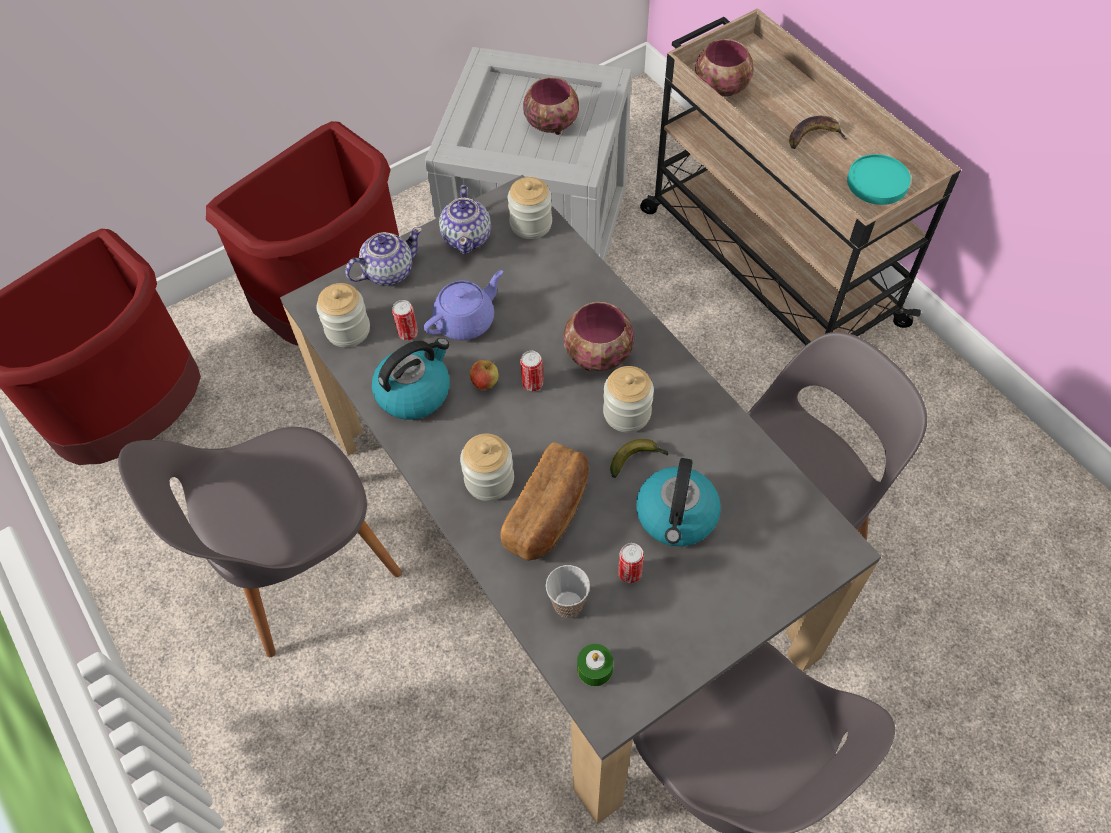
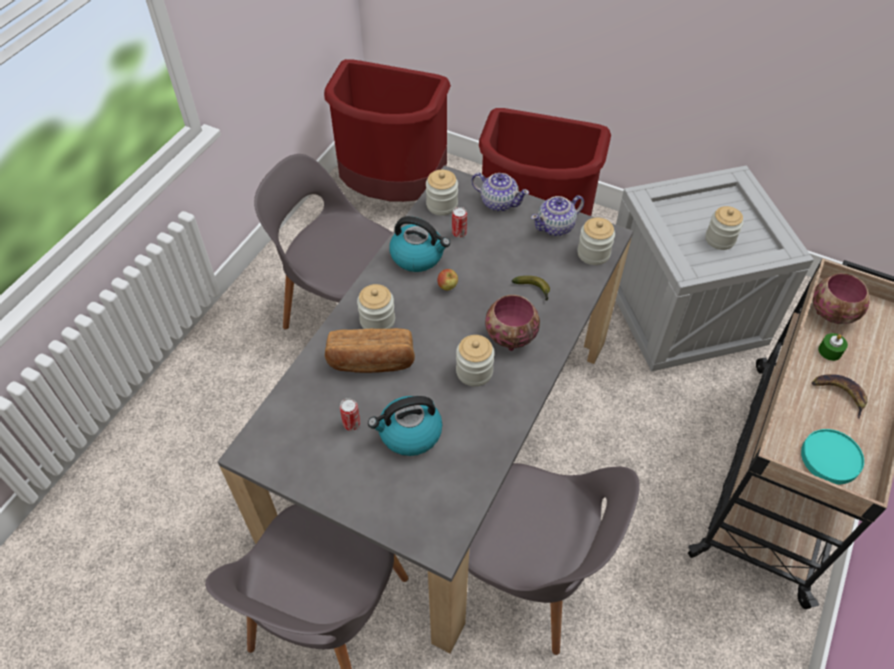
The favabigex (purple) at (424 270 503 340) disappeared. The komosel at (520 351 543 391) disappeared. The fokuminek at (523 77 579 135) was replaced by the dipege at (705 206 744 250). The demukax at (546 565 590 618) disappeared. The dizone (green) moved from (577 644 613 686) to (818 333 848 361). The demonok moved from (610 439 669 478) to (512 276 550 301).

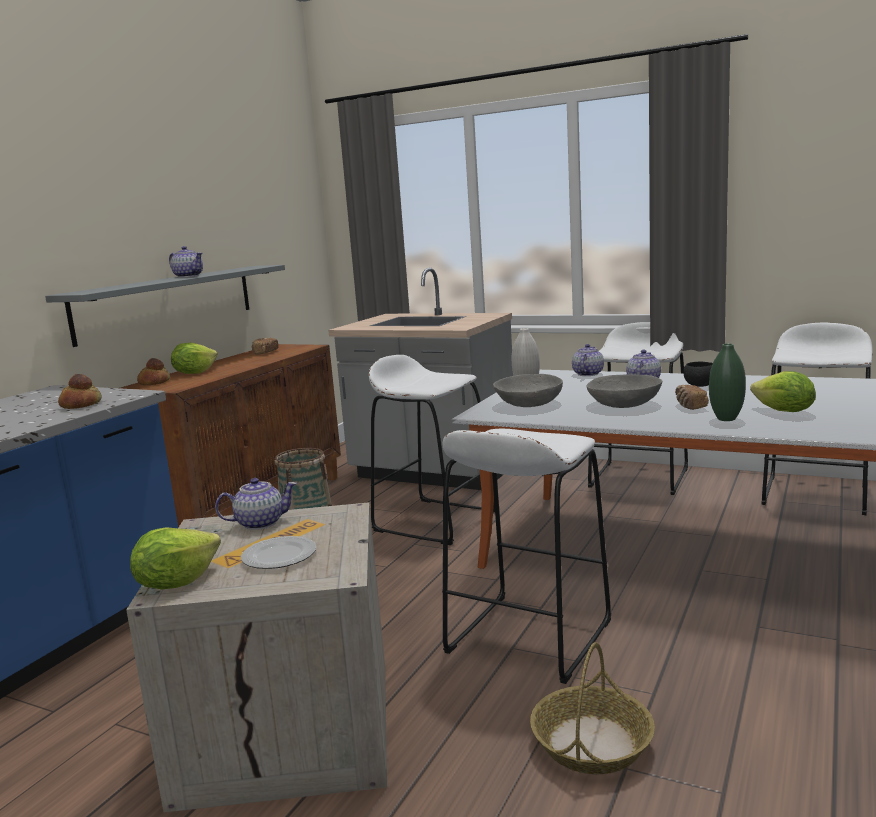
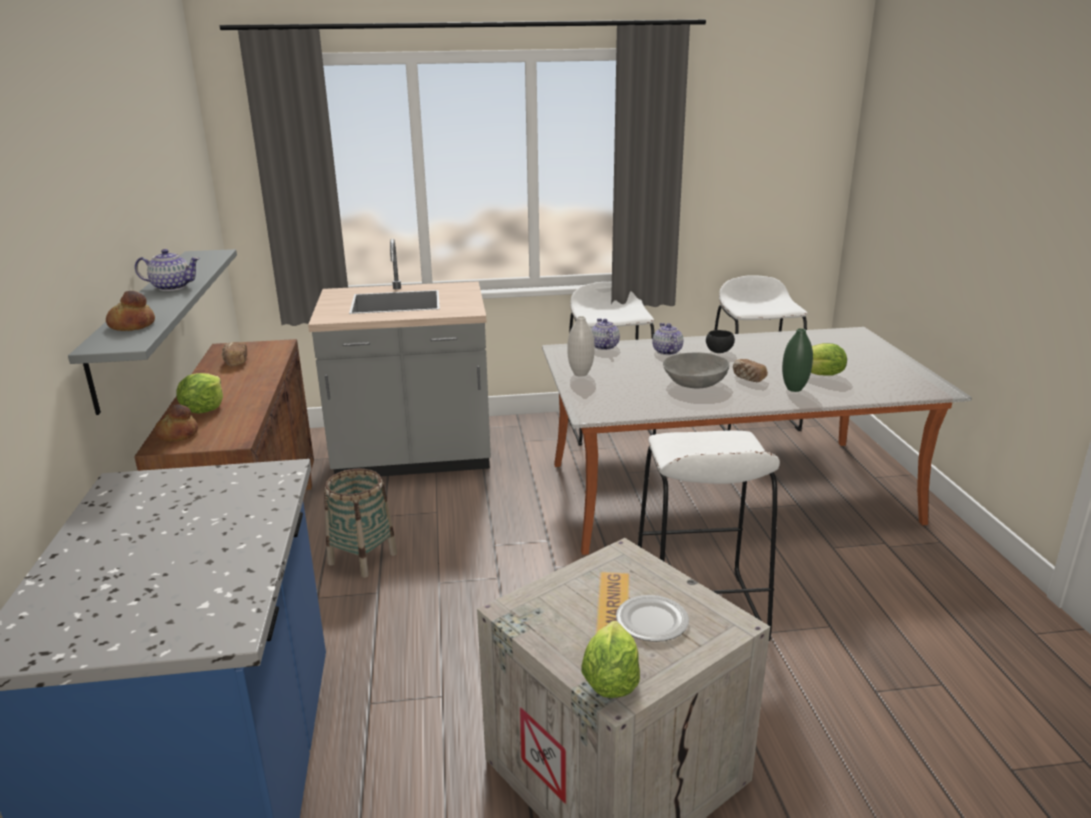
The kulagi moved from (58 374 102 409) to (106 291 155 331). The favabigex at (215 478 297 530) disappeared. The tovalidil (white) at (369 355 495 545) disappeared. The fokuminek (grey) at (493 374 563 407) disappeared. The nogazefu at (530 642 655 774) disappeared.

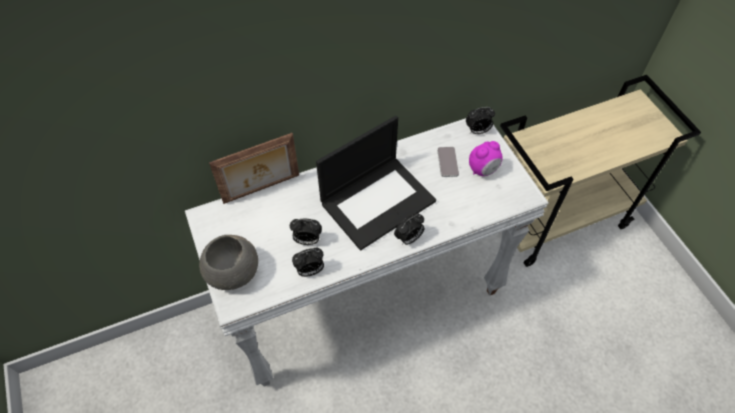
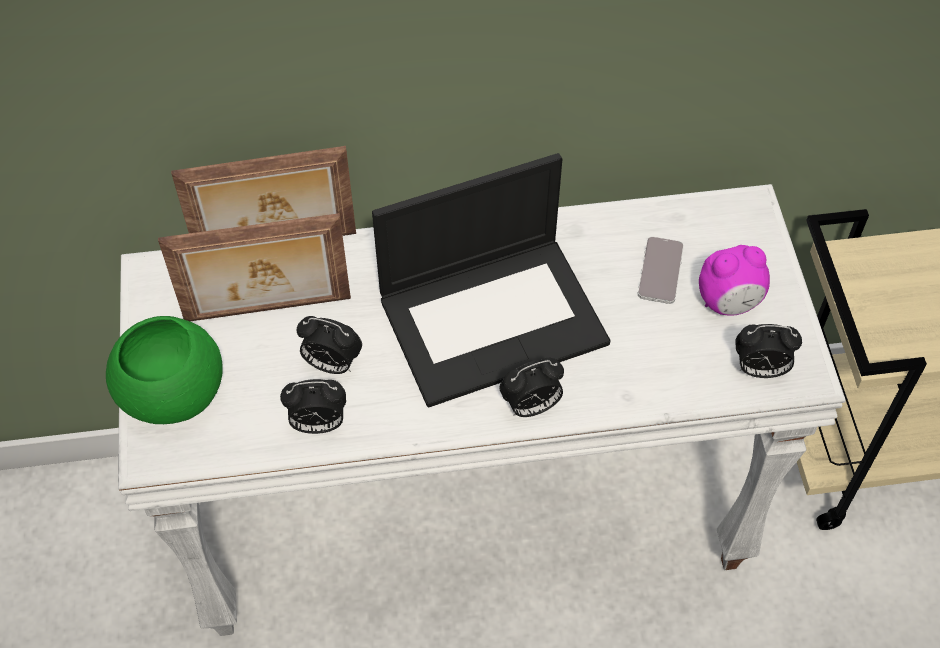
The fokuminek (grey) at (199 235 258 290) became the fokuminek (green) at (106 316 223 424). The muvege moved from (466 107 495 134) to (735 324 802 378). The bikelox at (158 213 351 321) appeared.

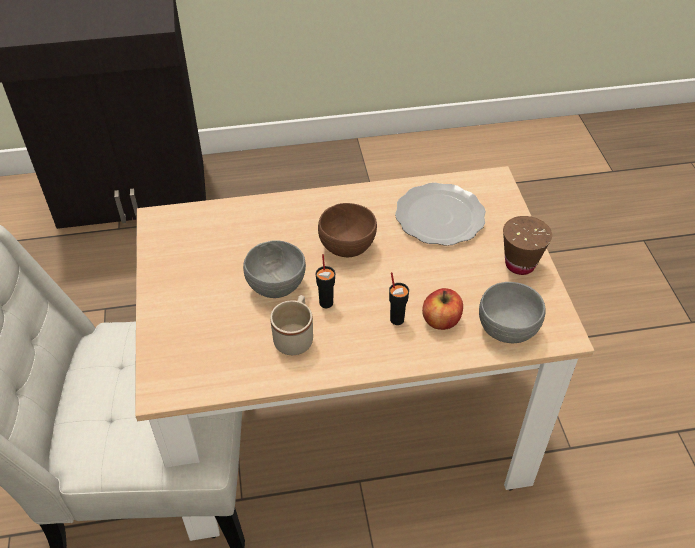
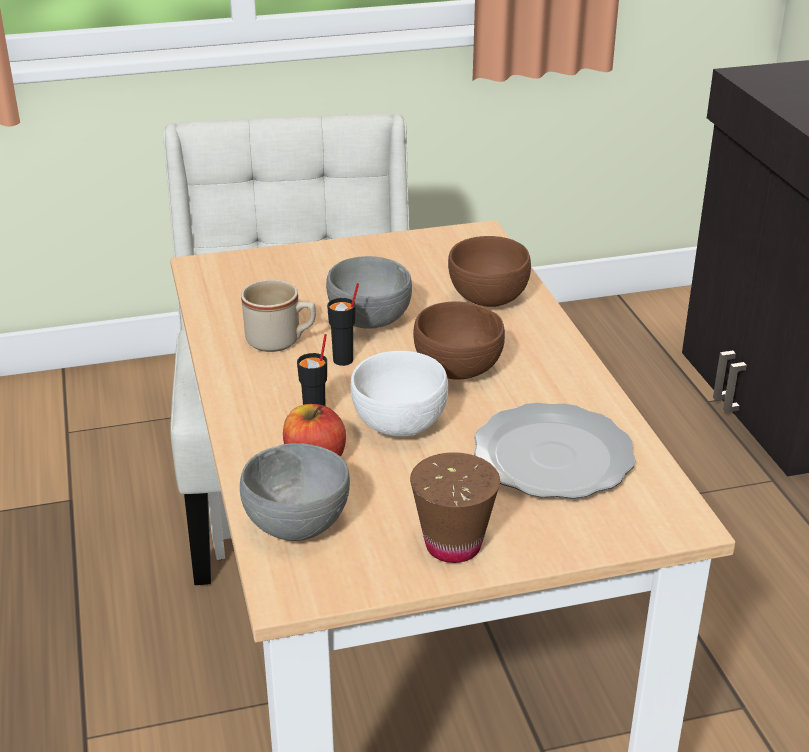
The fokuminek (white) at (351 351 448 437) appeared. The fokuminek (brown) at (448 236 531 307) appeared.

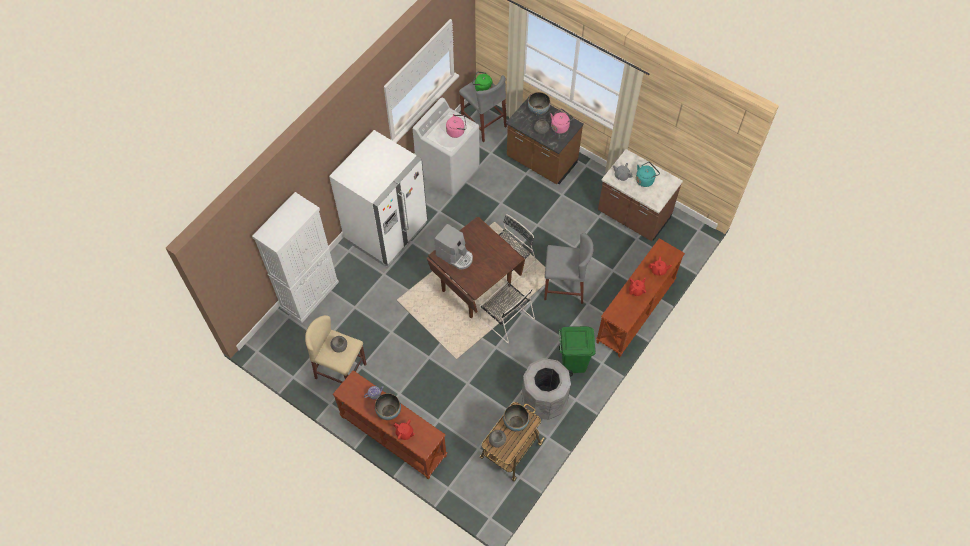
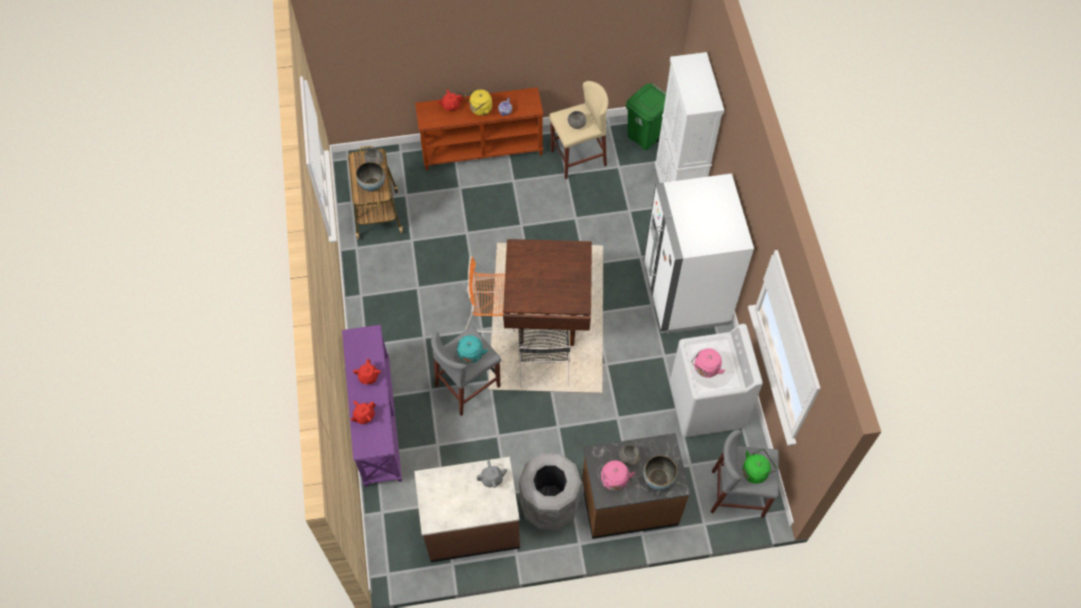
The fokuminek at (375 393 401 420) was replaced by the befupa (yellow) at (465 89 492 116). The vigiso at (434 224 473 270) disappeared. The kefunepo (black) at (479 281 535 344) became the kefunepo (orange) at (465 256 514 332). The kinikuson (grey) moved from (522 358 571 420) to (519 453 581 530). The kinikuson (green) moved from (559 326 596 377) to (626 83 666 150). The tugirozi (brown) at (596 238 685 357) became the tugirozi (purple) at (342 325 402 487). The befupa (turquoise) moved from (636 162 660 187) to (455 335 488 363).

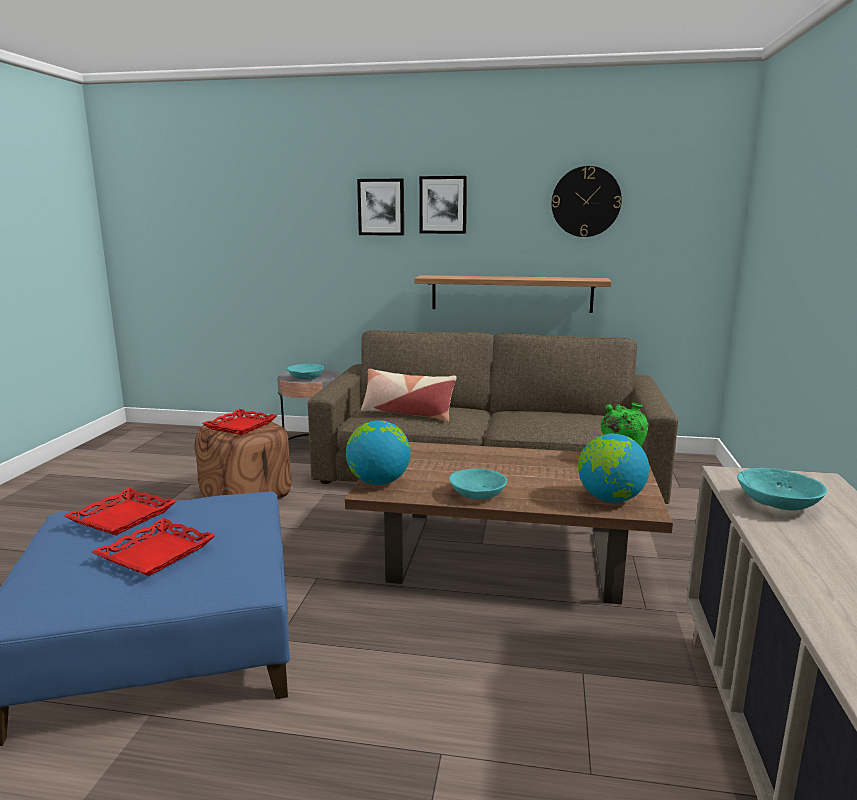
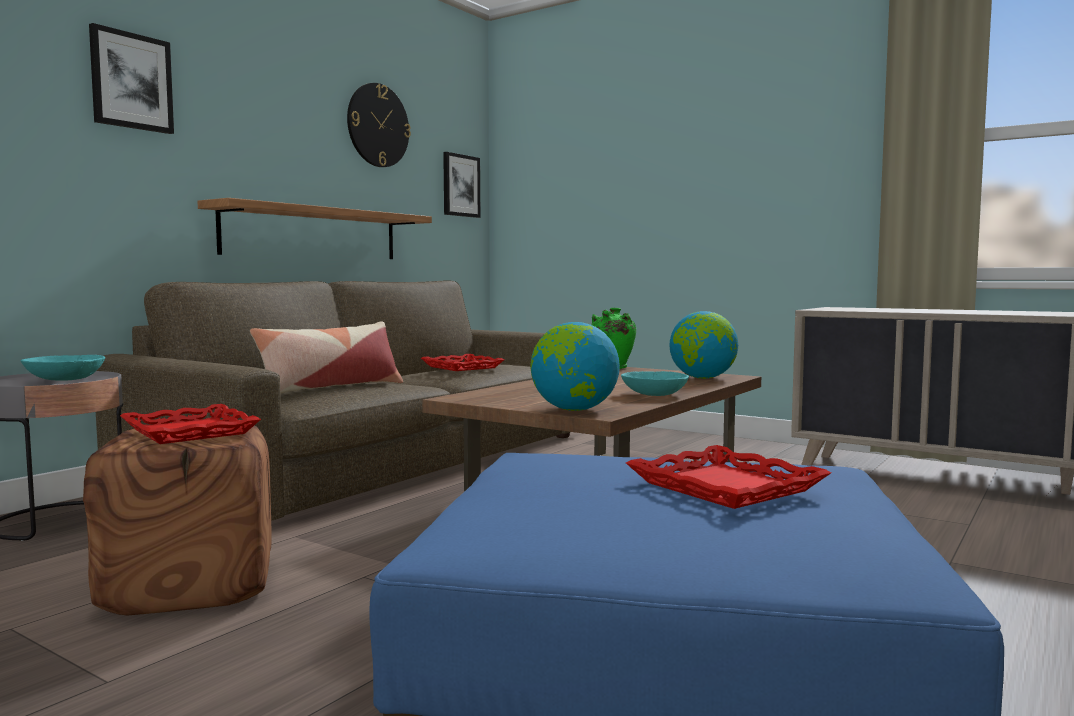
The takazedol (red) moved from (64 488 176 535) to (421 354 504 371). The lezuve moved from (419 176 467 234) to (443 152 480 218). The fokuminek (turquoise) at (737 468 827 510) disappeared.

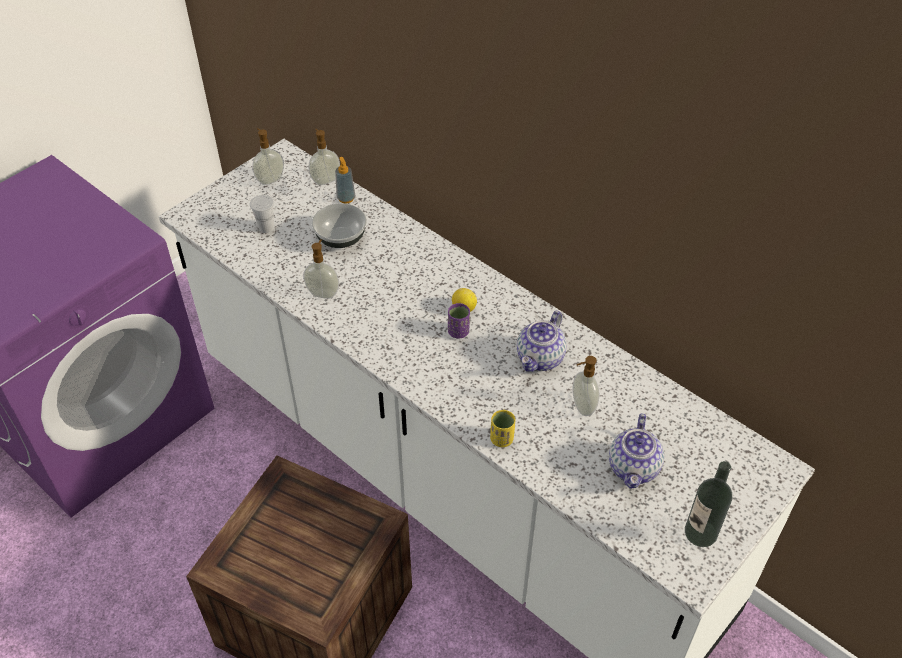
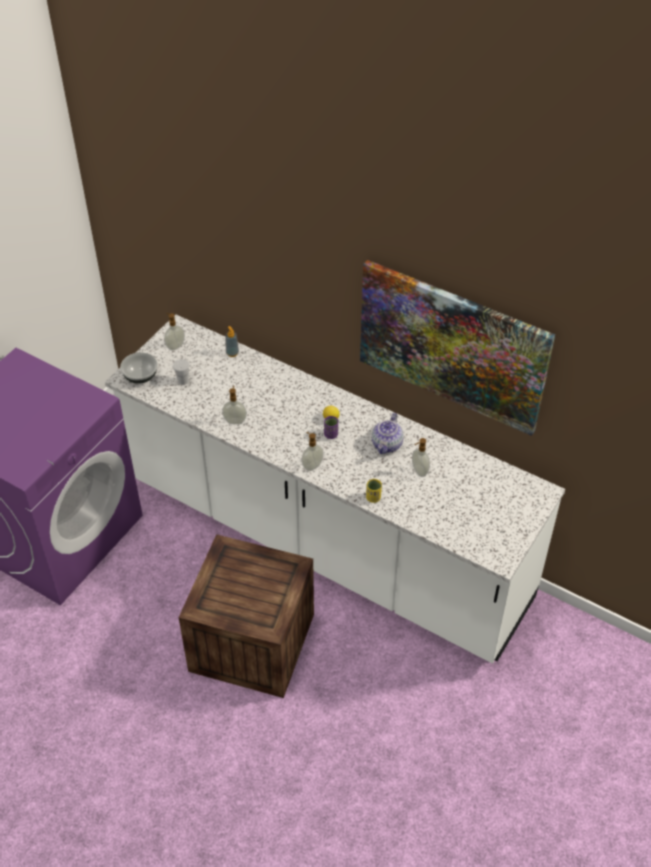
The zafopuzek moved from (309 129 340 185) to (302 432 324 471). The fokuminek moved from (312 203 367 248) to (120 352 157 384). The favabigex at (609 413 664 489) disappeared. The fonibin at (685 461 732 547) disappeared. The lezuve at (360 260 555 436) appeared.

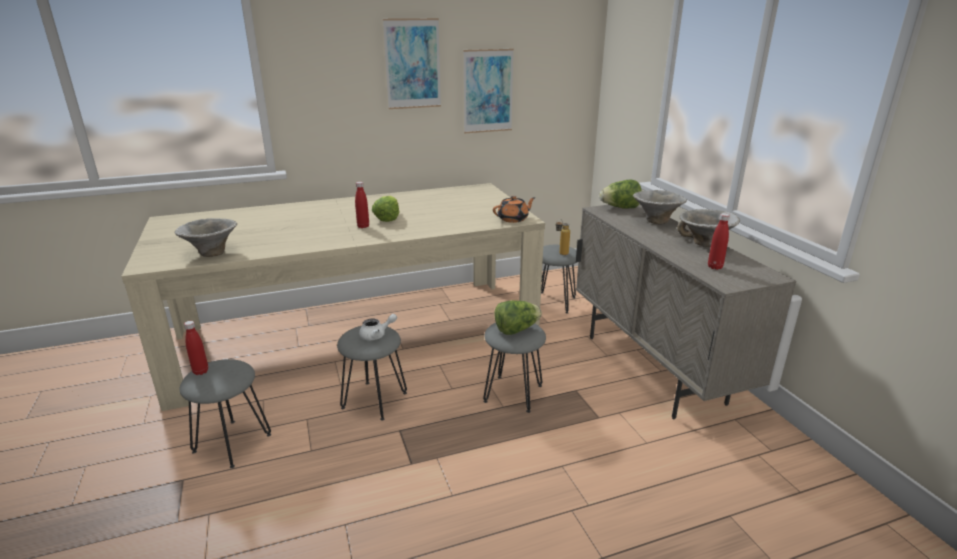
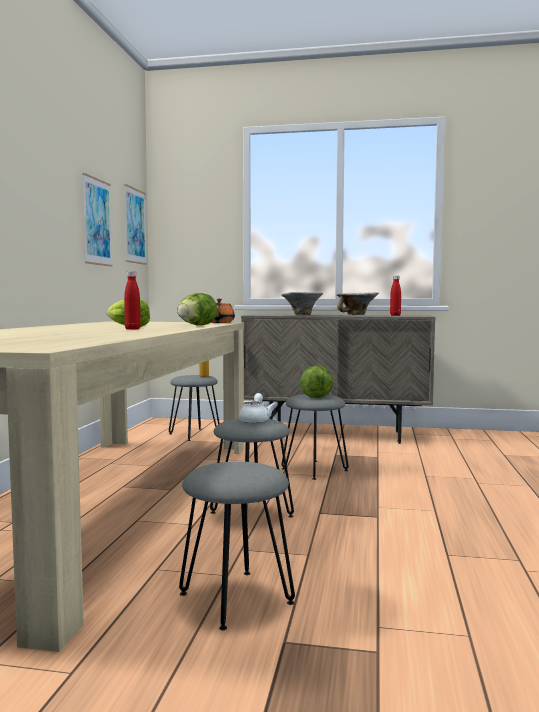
The fokuminek at (175 218 237 257) disappeared. The fonibin (red) at (184 321 208 375) disappeared. The lezuve moved from (383 18 441 109) to (124 184 147 265). The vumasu moved from (599 180 642 209) to (177 293 217 325).

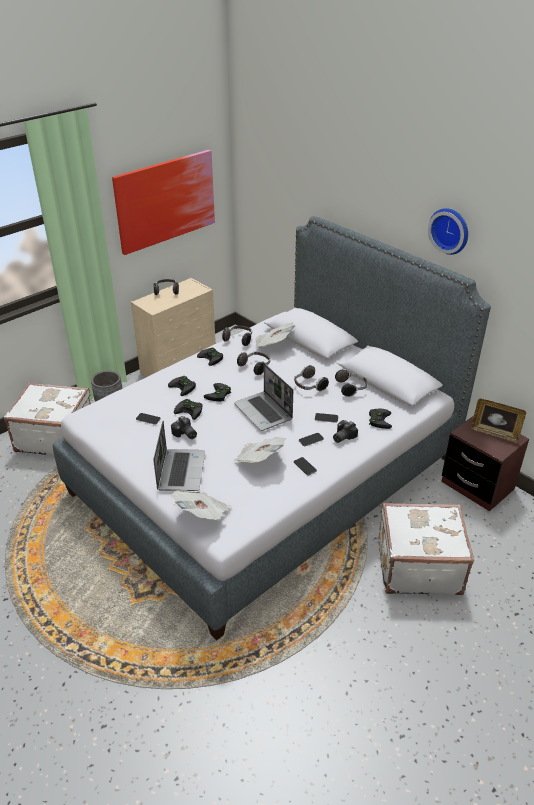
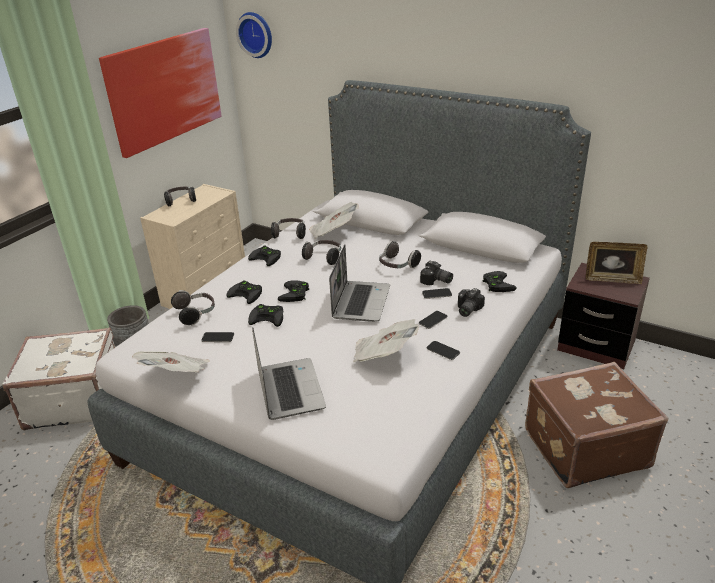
The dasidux moved from (171 416 197 439) to (420 261 453 285). The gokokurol moved from (171 490 232 520) to (132 351 210 373). The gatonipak at (234 363 293 431) turned 120 degrees counterclockwise. The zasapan moved from (335 369 367 397) to (171 290 215 326). The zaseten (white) at (378 503 474 595) became the zaseten (brown) at (525 362 668 488). The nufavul moved from (428 208 468 255) to (236 12 272 58).

